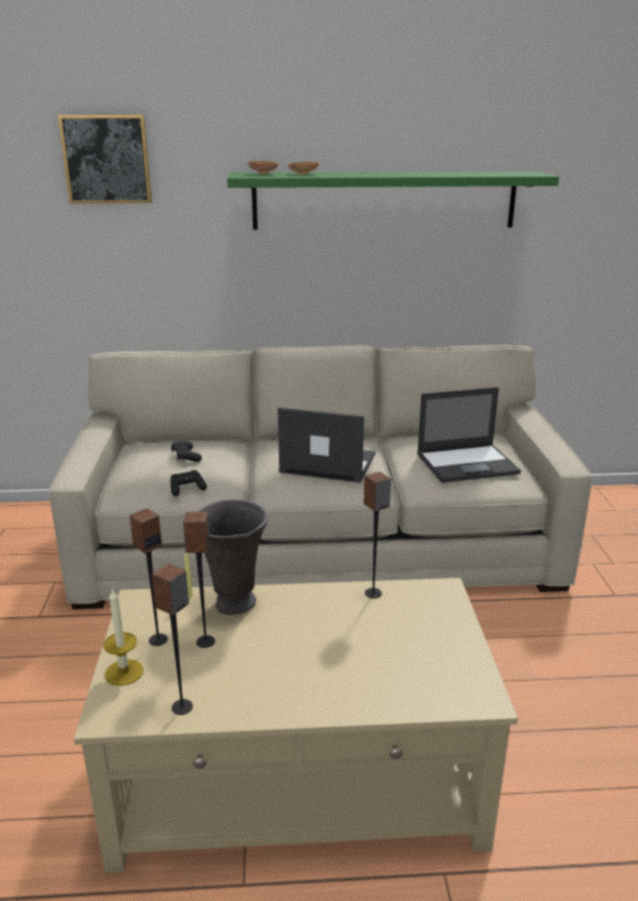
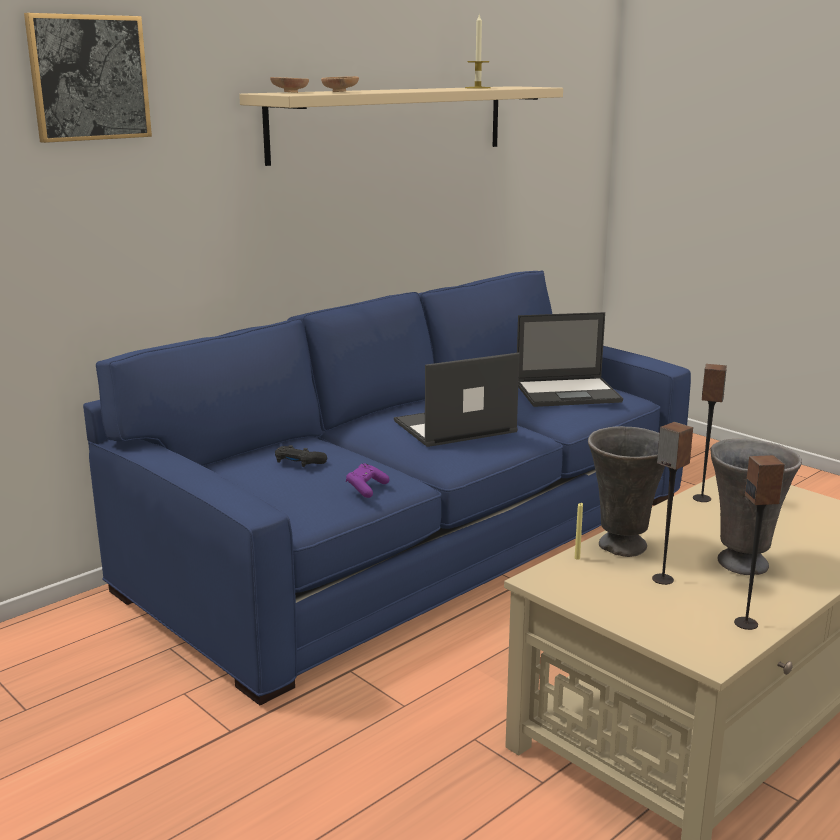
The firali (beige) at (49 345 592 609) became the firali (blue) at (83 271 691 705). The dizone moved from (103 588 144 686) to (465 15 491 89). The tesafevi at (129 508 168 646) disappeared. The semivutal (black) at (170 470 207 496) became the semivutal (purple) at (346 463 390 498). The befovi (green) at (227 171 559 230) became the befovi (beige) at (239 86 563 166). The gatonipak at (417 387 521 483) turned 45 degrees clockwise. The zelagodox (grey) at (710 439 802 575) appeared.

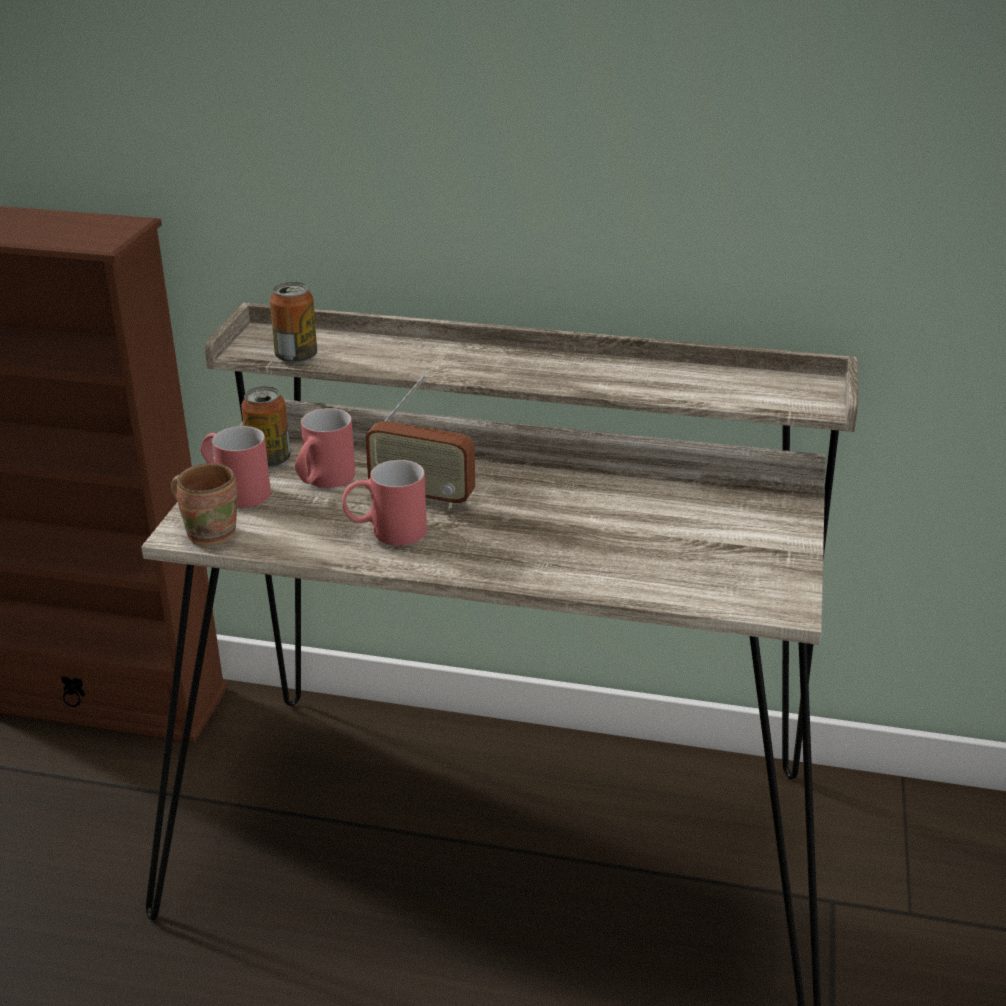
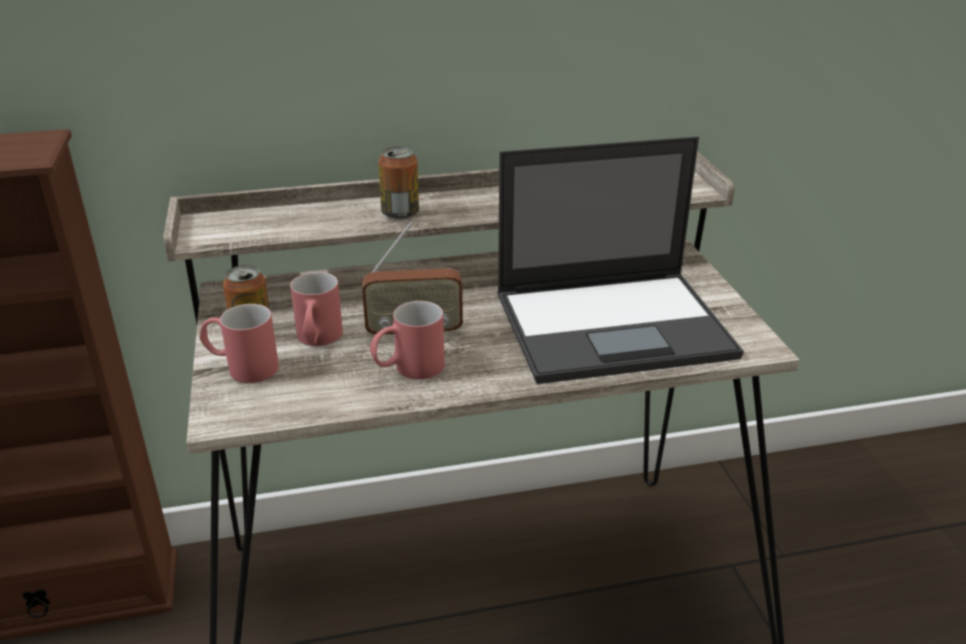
The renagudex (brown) at (171 463 238 546) disappeared. The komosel moved from (270 282 317 364) to (379 146 419 220). The gatonipak at (497 136 744 384) appeared.

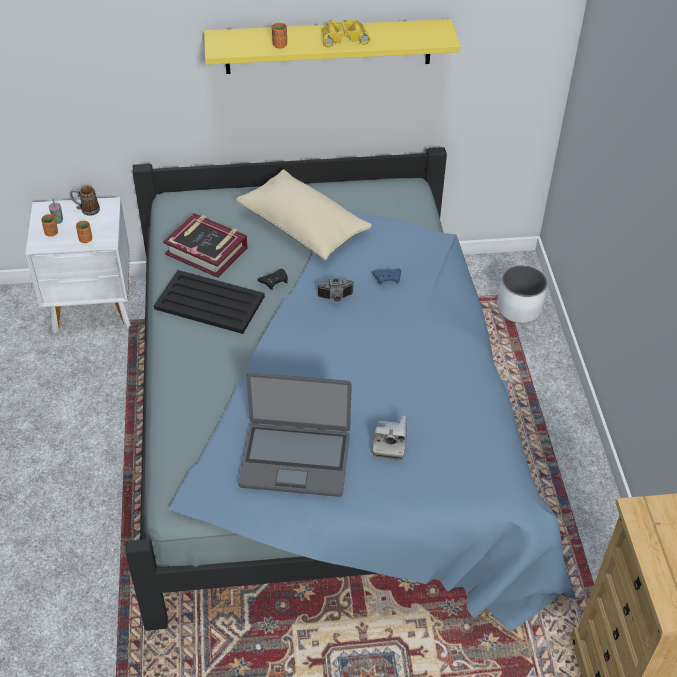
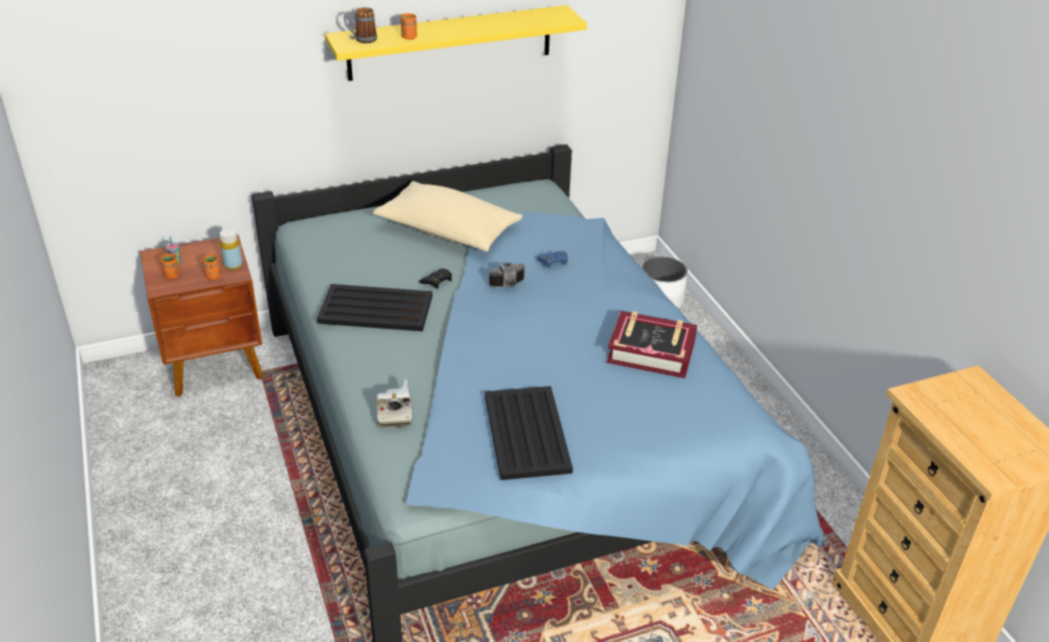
The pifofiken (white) at (25 197 133 333) became the pifofiken (brown) at (140 234 263 397). The renagudex moved from (70 186 100 216) to (344 7 377 43). The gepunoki moved from (163 213 248 278) to (606 311 697 378). The gatonipak at (238 372 352 497) was replaced by the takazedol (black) at (485 386 573 480). The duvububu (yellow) at (322 19 370 47) disappeared. The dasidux moved from (373 416 407 460) to (376 380 413 428). The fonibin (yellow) at (220 229 243 270) appeared.

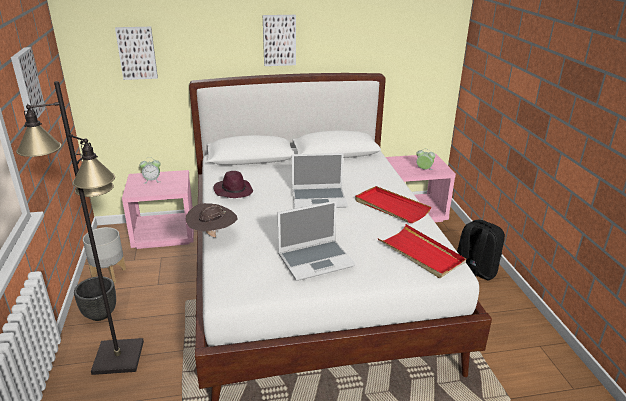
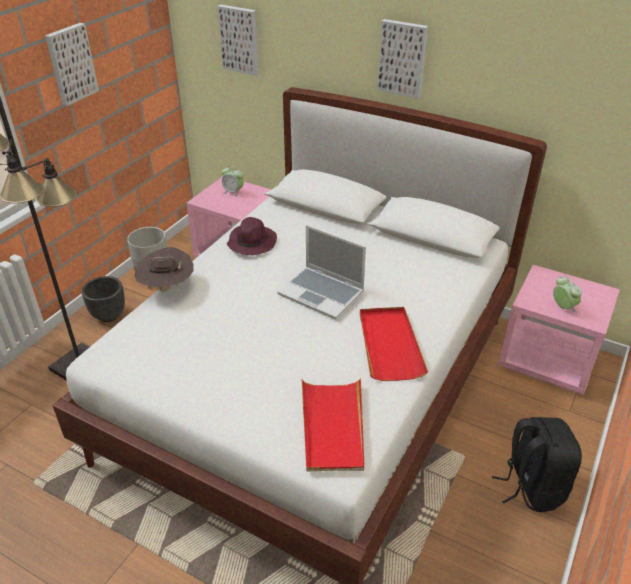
The gatonipak at (278 201 356 281) disappeared.

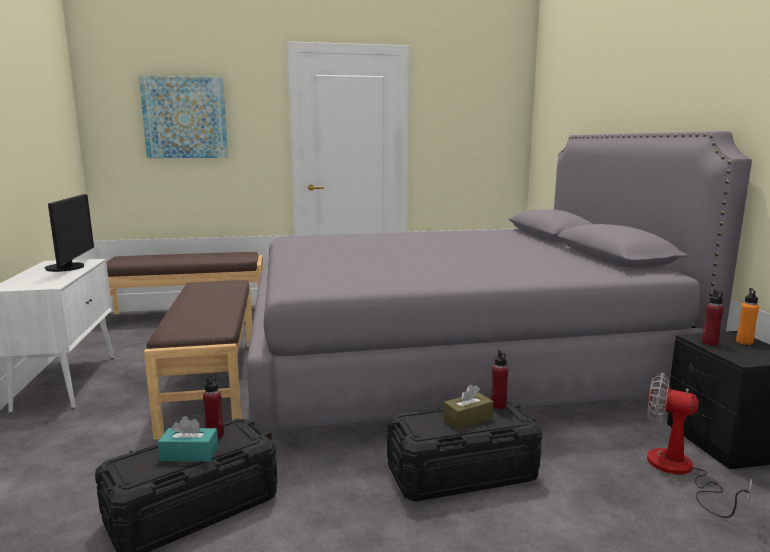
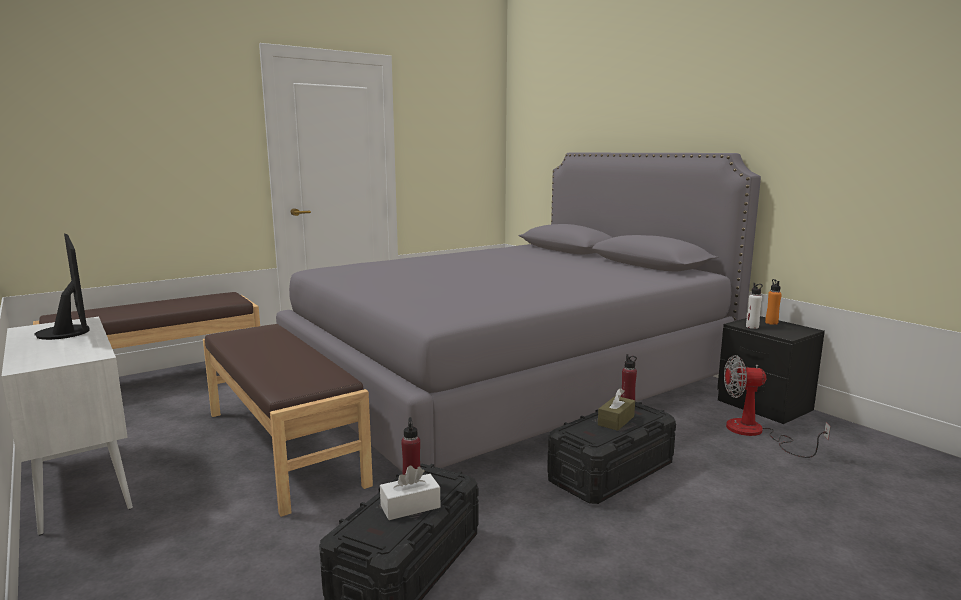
The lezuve at (139 75 228 158) disappeared. The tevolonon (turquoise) at (158 416 218 462) became the tevolonon (white) at (380 466 440 520). The fonibin (red) at (701 289 724 346) became the fonibin (white) at (746 283 763 329).

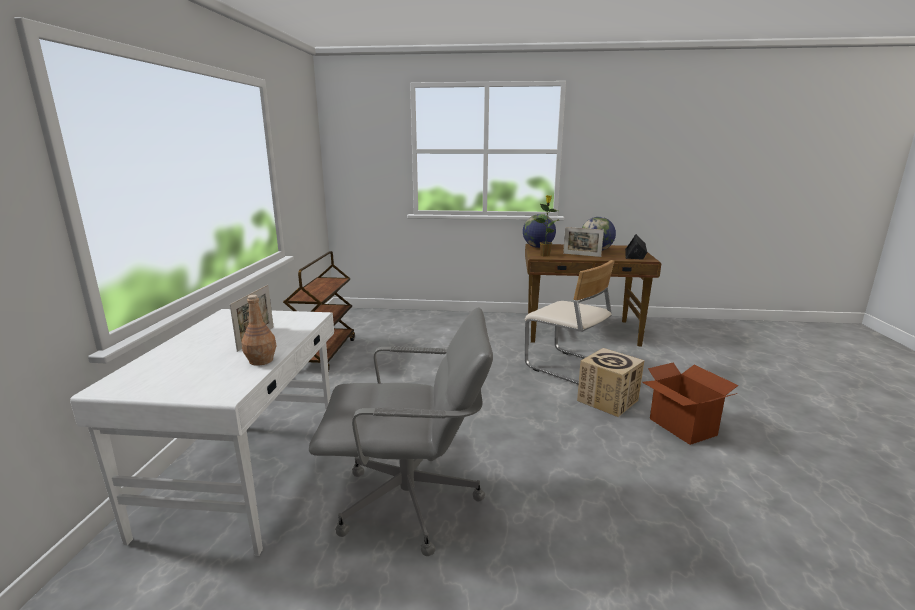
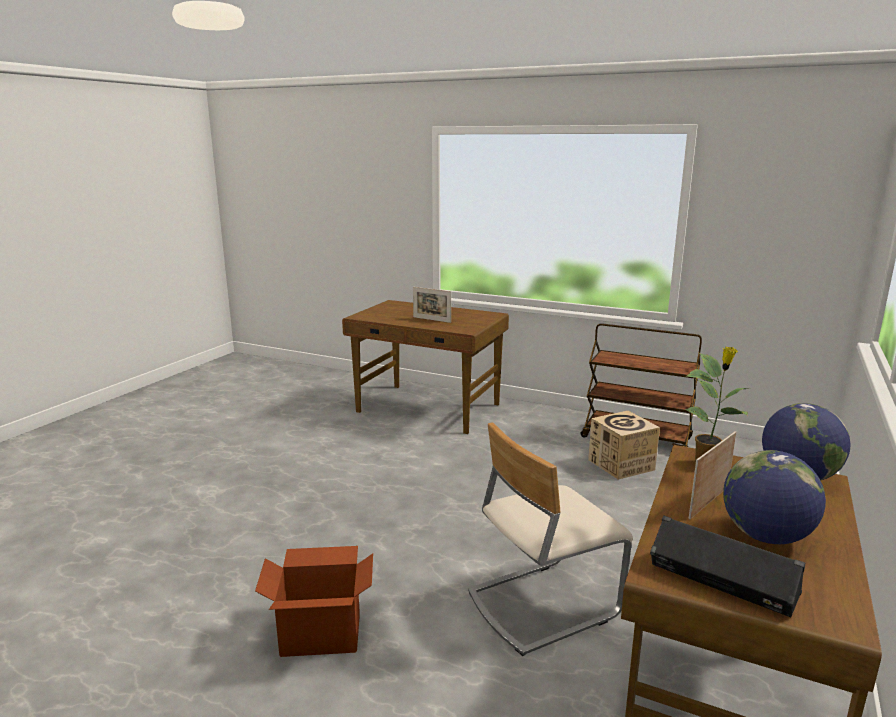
The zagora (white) at (70 309 334 556) became the zagora (brown) at (342 300 509 434). The fonibin (brown) at (242 295 277 366) disappeared. The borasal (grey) at (309 307 493 556) disappeared. The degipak moved from (577 348 645 417) to (588 411 660 480).

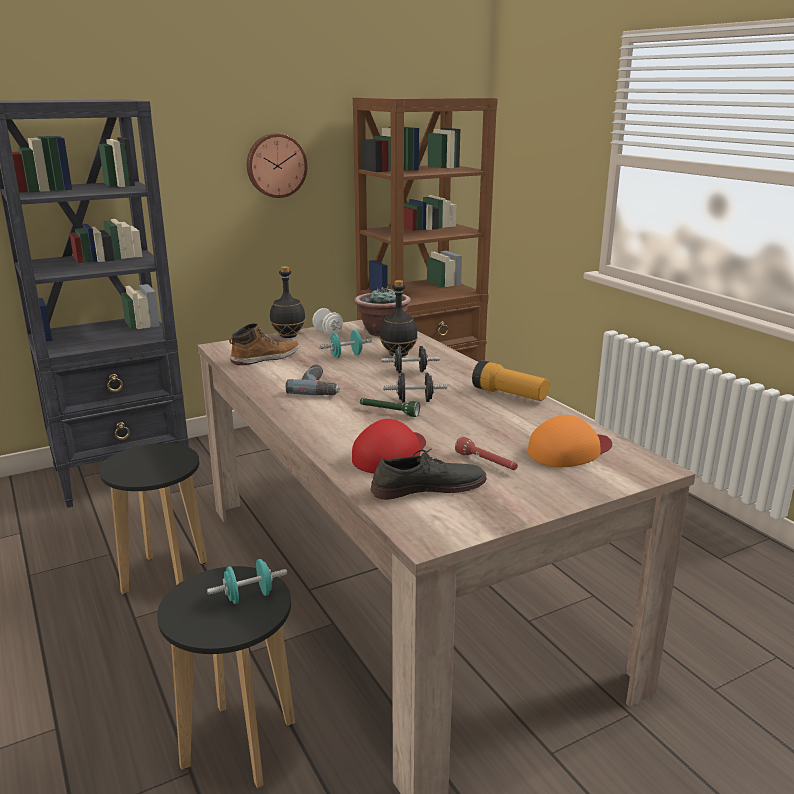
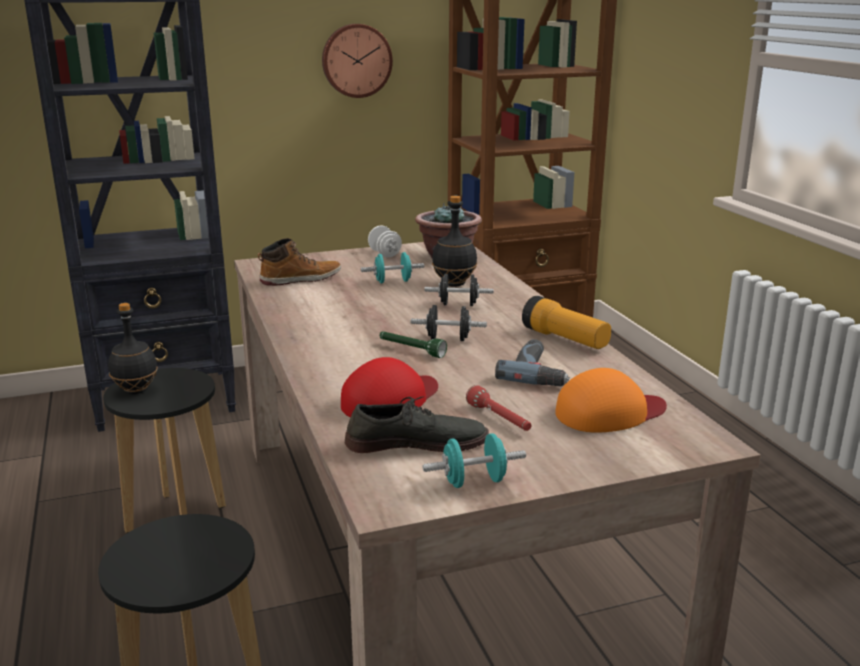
The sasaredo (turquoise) moved from (207 559 287 604) to (423 433 526 488). The fonibin (black) moved from (270 266 306 338) to (108 303 158 394). The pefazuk moved from (286 364 340 395) to (495 339 570 386).

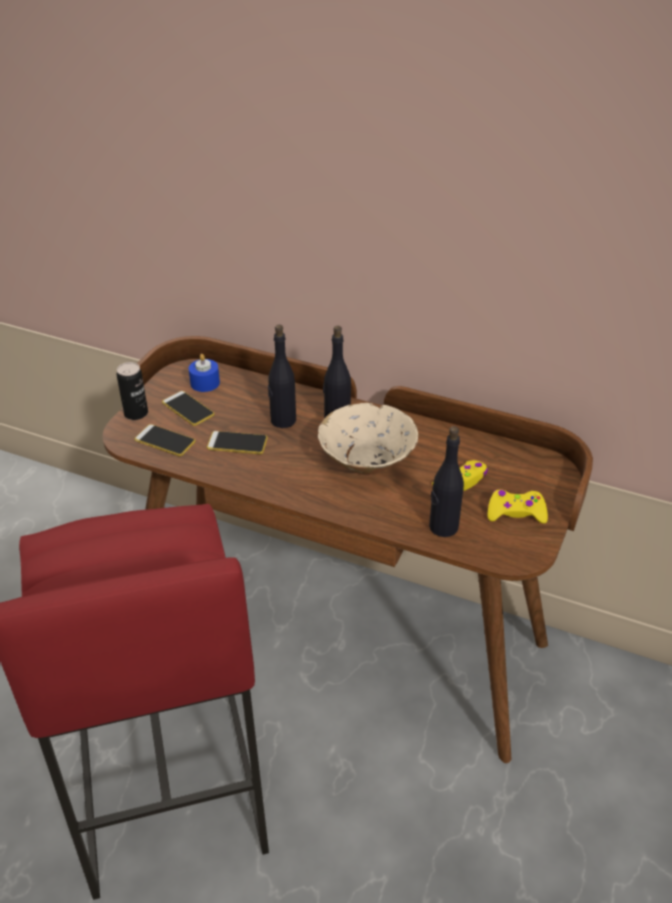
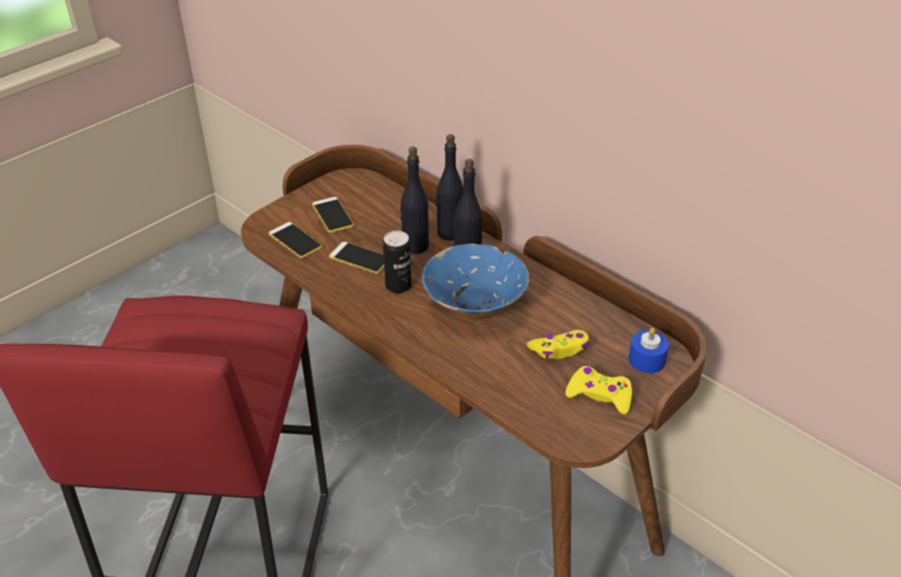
The komosel moved from (117 362 148 420) to (383 231 411 293). The dizone (blue) moved from (189 354 220 392) to (628 328 669 373). The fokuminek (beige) at (318 403 418 474) became the fokuminek (blue) at (422 243 529 319). The fonibin (black) moved from (429 426 464 537) to (436 134 464 241).

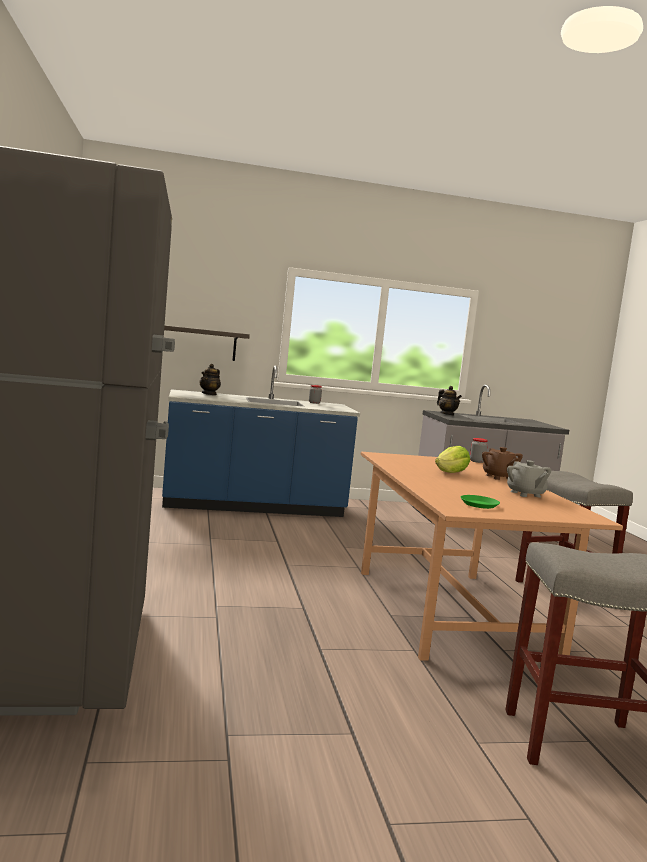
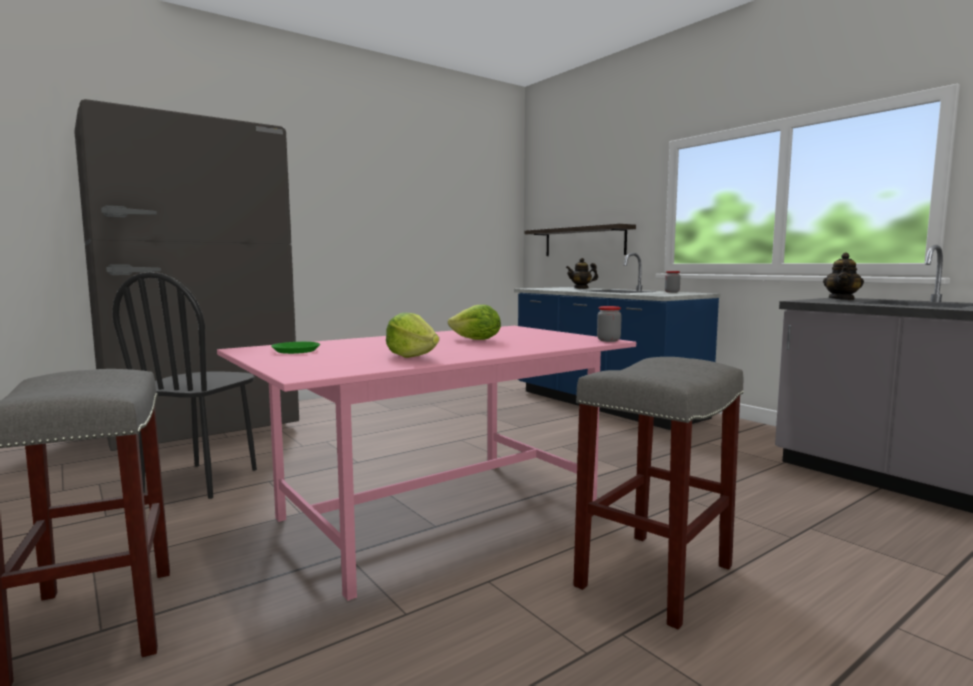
The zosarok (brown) at (361 452 623 661) became the zosarok (pink) at (217 326 636 601). The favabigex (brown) at (482 447 523 480) disappeared. The favabigex (grey) at (507 460 551 497) was replaced by the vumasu at (386 312 439 358). The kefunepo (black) at (112 272 257 499) appeared.

